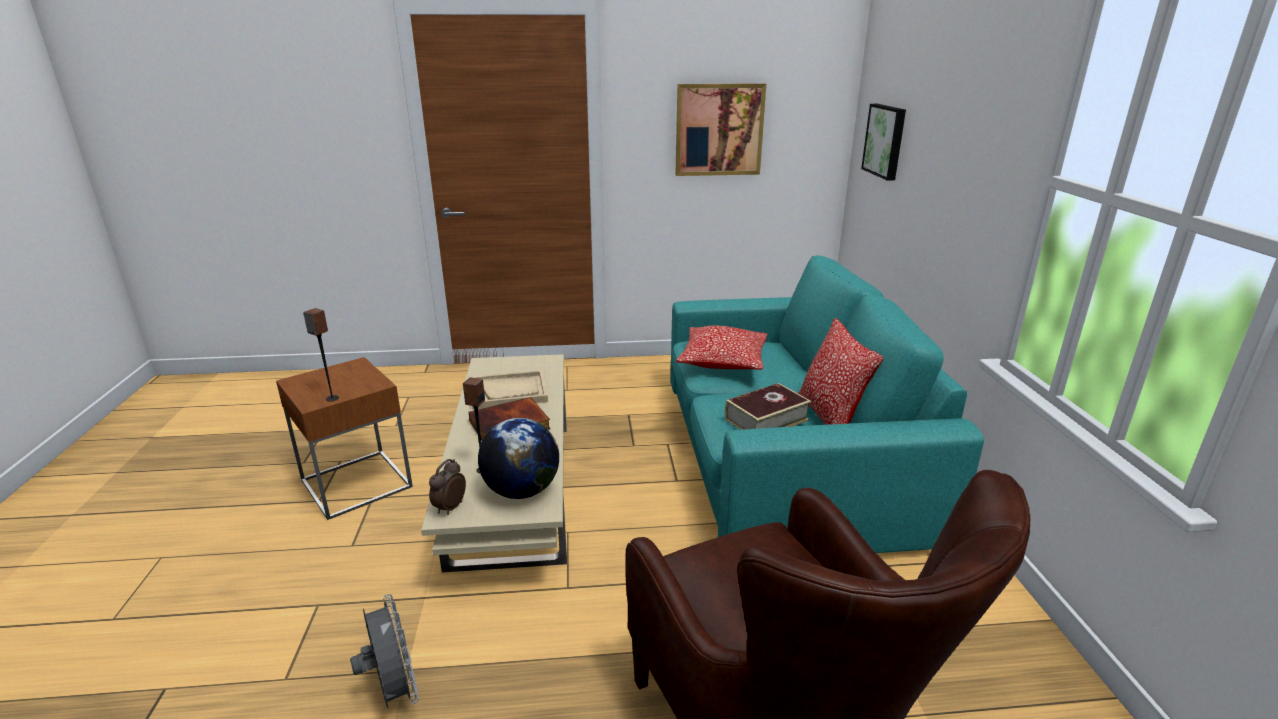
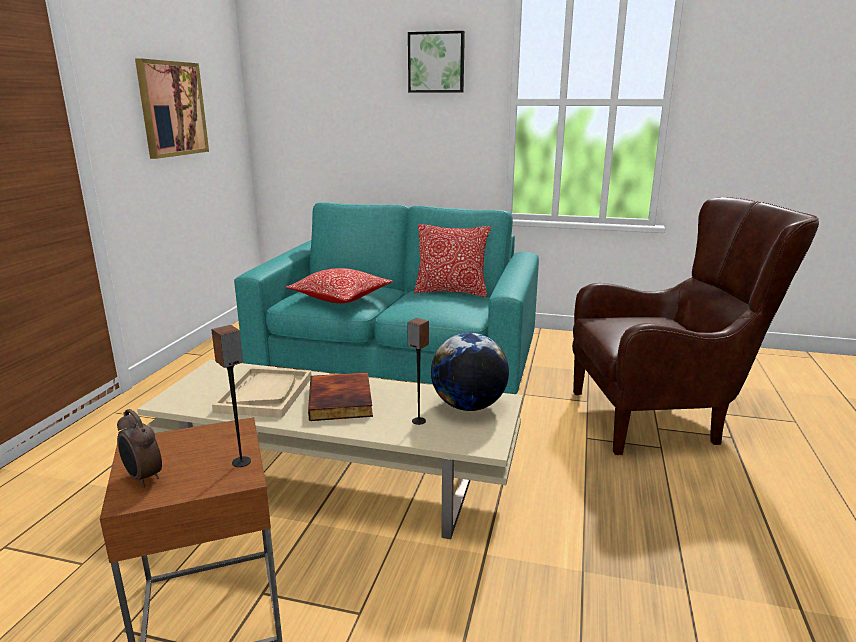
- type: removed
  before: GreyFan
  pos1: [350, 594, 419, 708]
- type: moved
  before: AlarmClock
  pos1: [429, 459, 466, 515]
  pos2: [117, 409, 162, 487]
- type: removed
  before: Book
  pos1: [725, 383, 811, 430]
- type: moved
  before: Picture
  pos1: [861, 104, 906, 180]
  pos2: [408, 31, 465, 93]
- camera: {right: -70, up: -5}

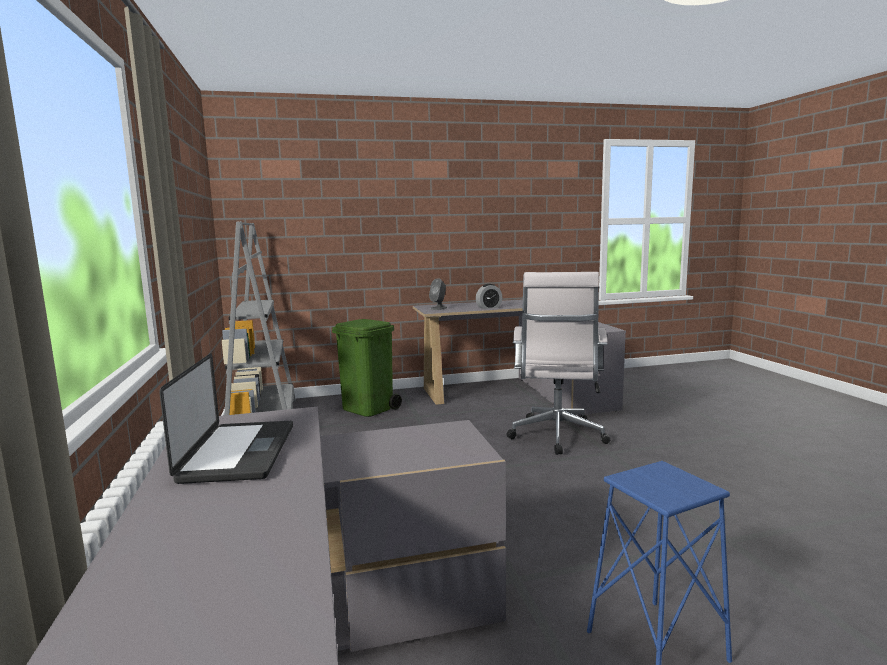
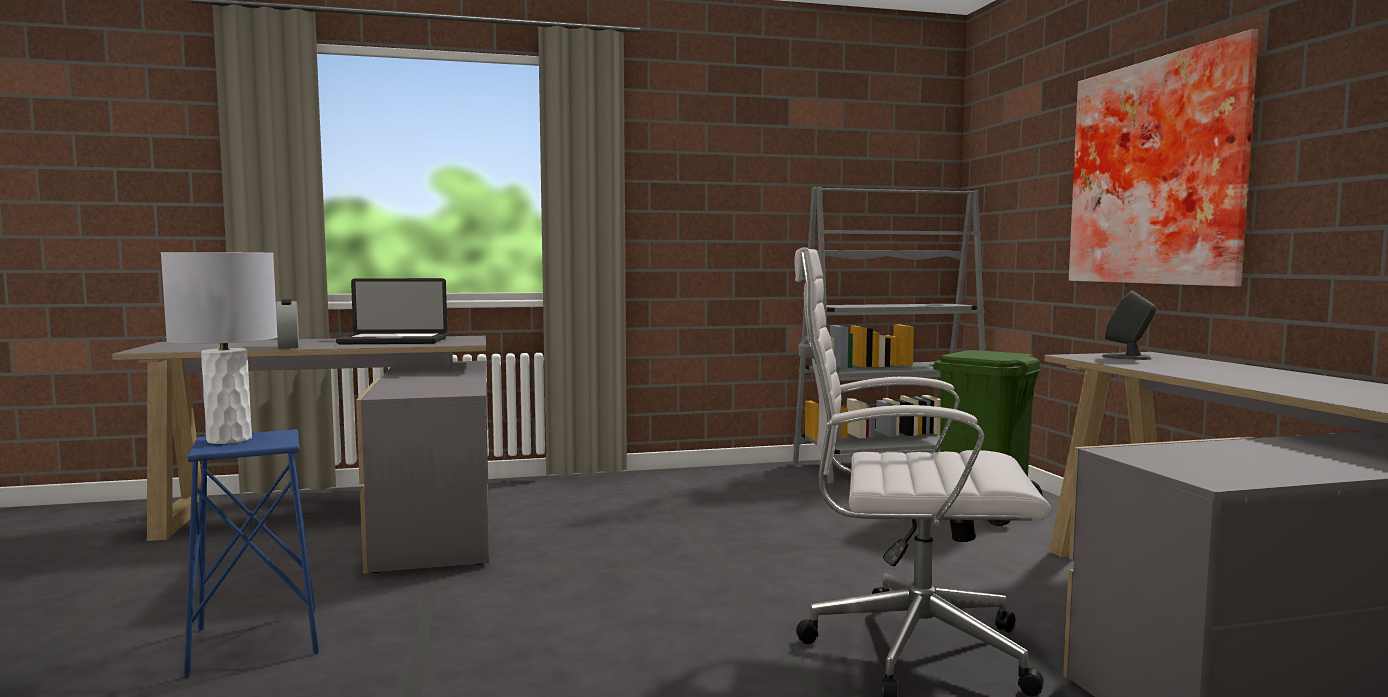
- type: moved
  before: AlarmClock
  pos1: [476, 284, 502, 309]
  pos2: [276, 299, 299, 349]
- type: added
  after: GreyTableLamp
  pos2: [161, 252, 278, 444]
- type: added
  after: Picture
  pos2: [1069, 29, 1259, 287]
- camera: {right: 90, up: -5}

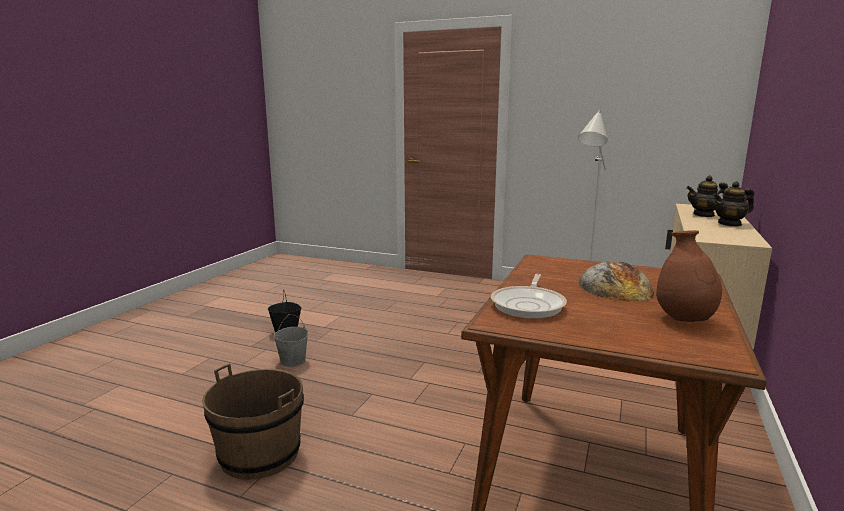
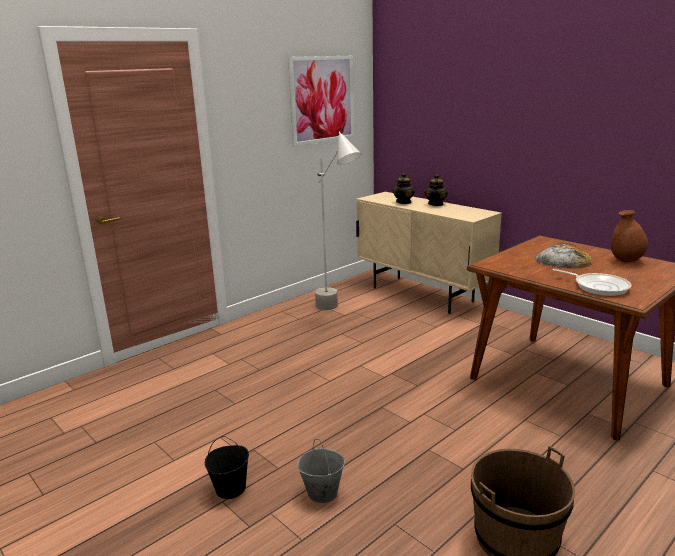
- type: added
  after: Picture
  pos2: [288, 56, 354, 146]
- camera: {right: -65, up: 5}

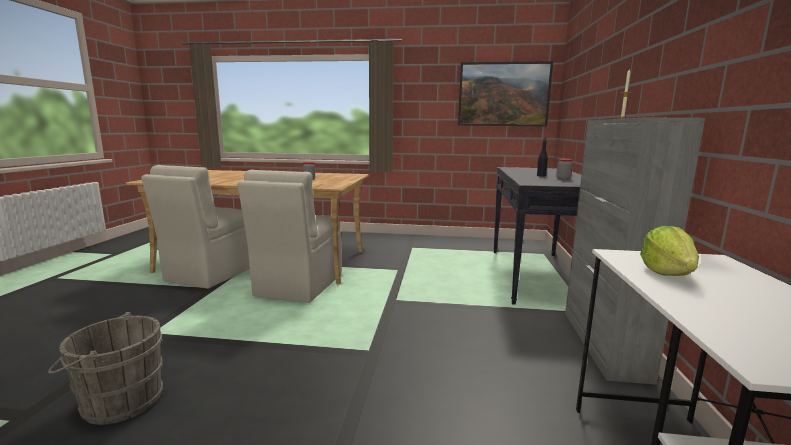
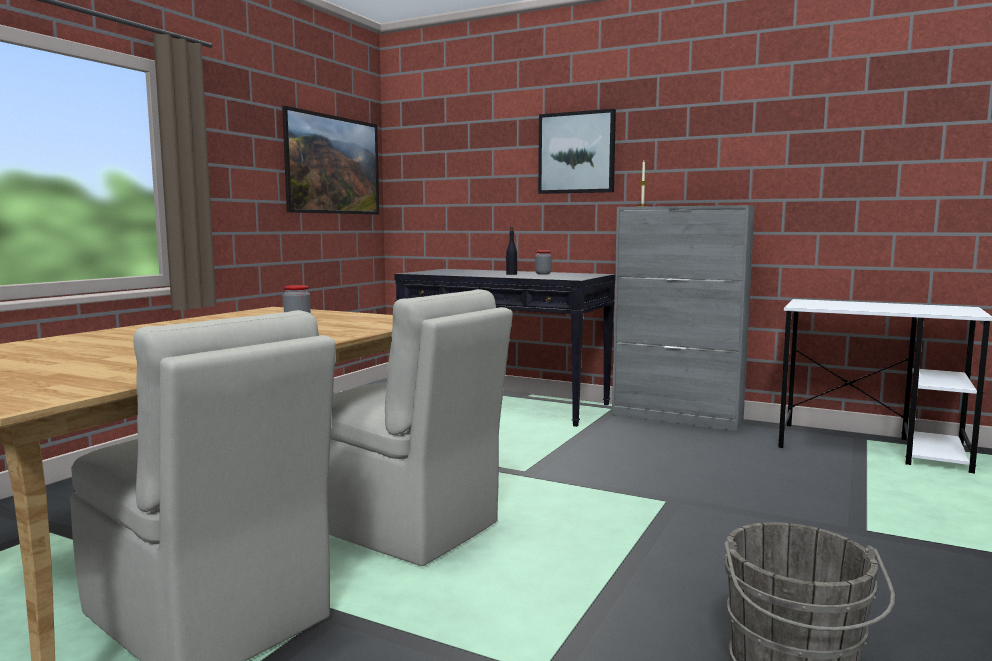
- type: removed
  before: Lettuce
  pos1: [640, 225, 699, 276]
- type: added
  after: Picture
  pos2: [538, 109, 616, 194]
- camera: {right: -70, up: -5}

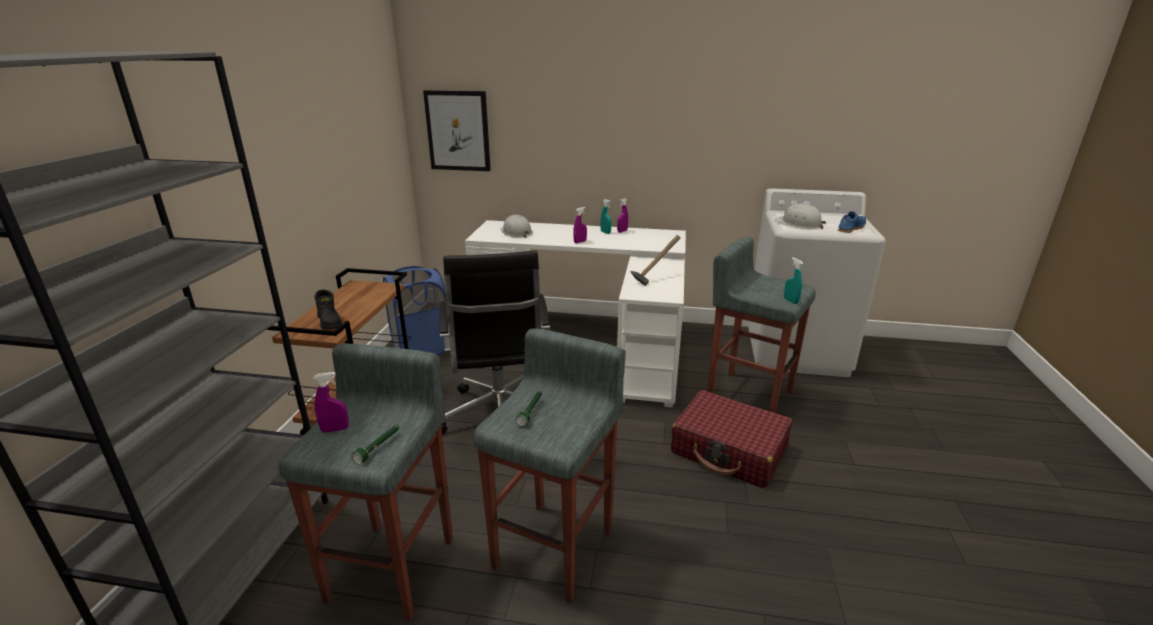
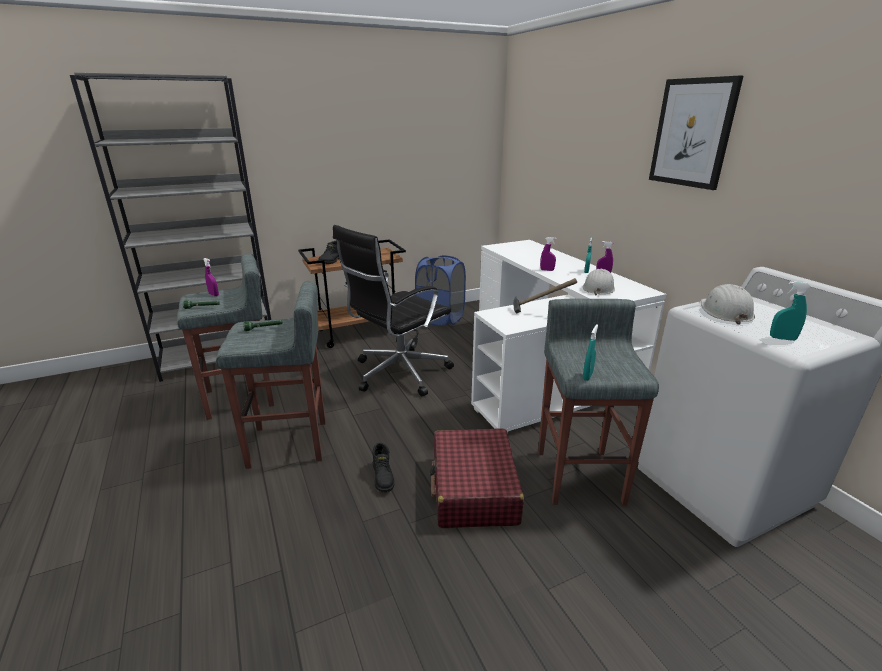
- type: moved
  before: Picture
  pos1: [423, 90, 491, 171]
  pos2: [649, 76, 743, 190]
- type: moved
  before: WhiteHardHat
  pos1: [500, 215, 533, 238]
  pos2: [583, 269, 615, 295]
- type: replaced
  before: BlueShoe
  after: TurquoiseSprayBottle
  pos1: [838, 211, 866, 233]
  pos2: [770, 281, 811, 341]
- type: added
  after: BlackBoot
  pos2: [373, 443, 395, 492]
- camera: {right: 55, up: 0}

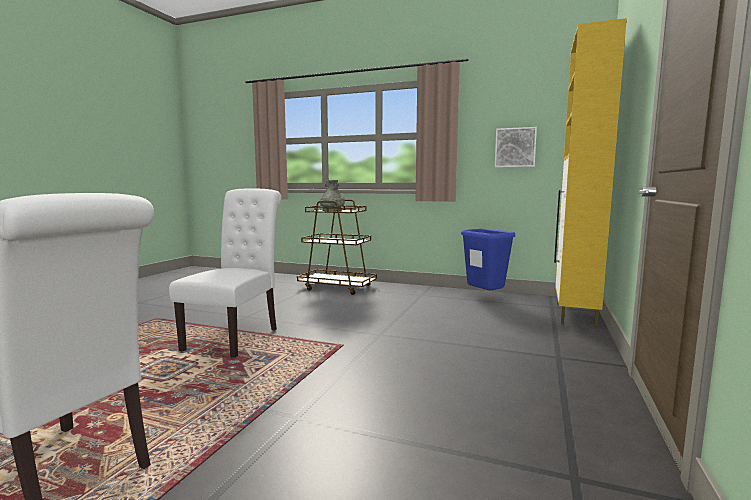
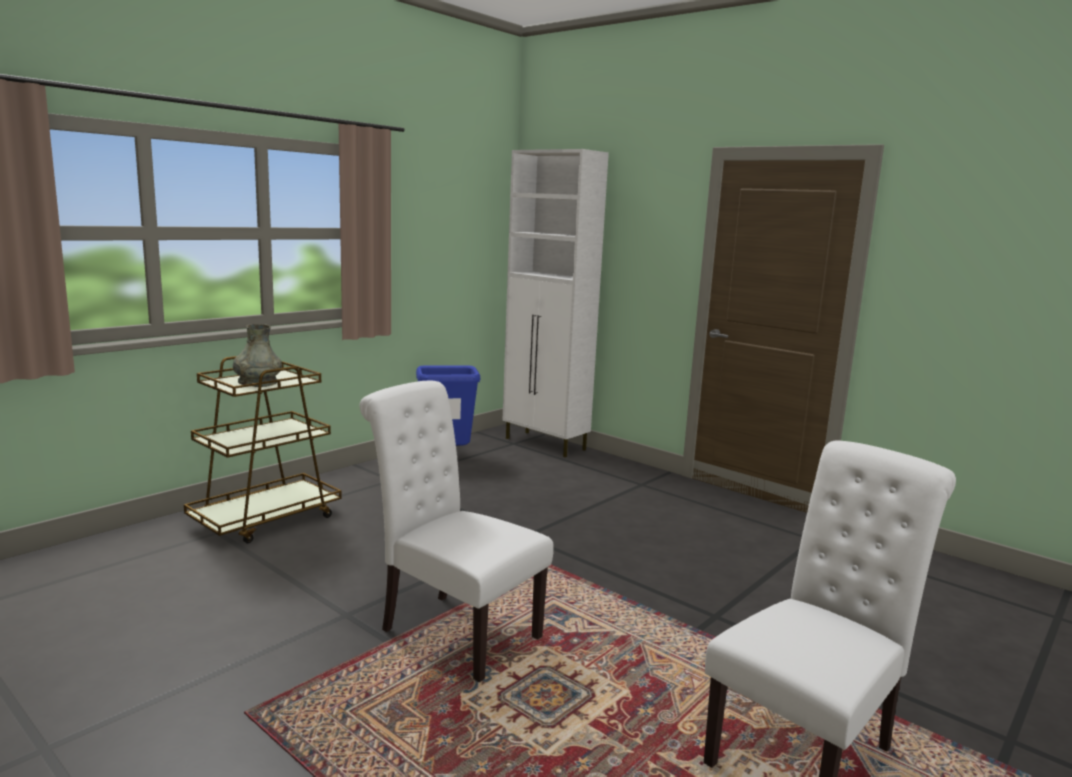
- type: removed
  before: Picture
  pos1: [495, 127, 537, 167]
- type: recoloured
  before: YellowCabinet
  after: WhiteCabinet
  pos1: [554, 18, 627, 328]
  pos2: [502, 149, 609, 457]
- camera: {right: -70, up: 5}

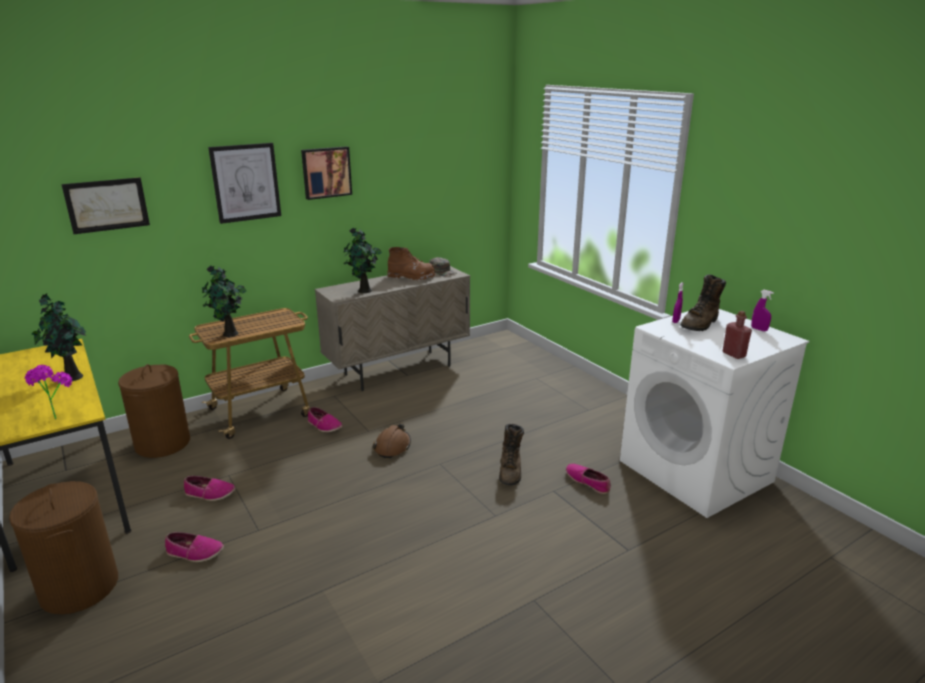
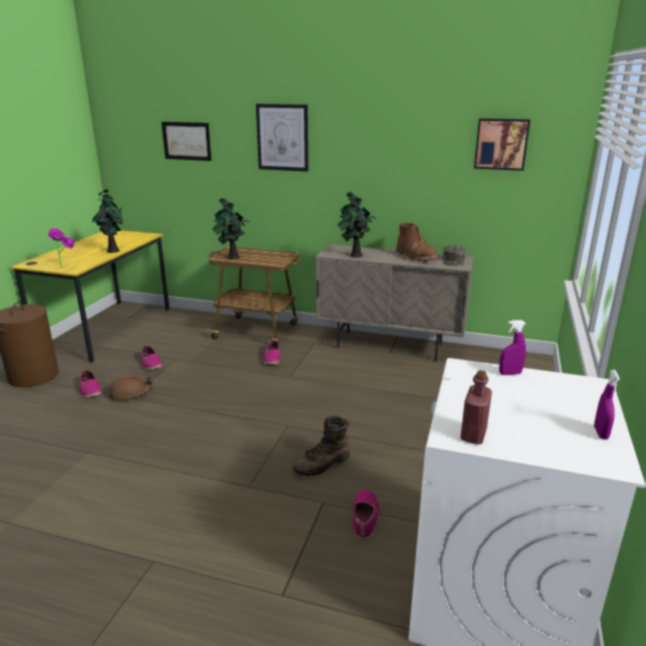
- type: removed
  before: BrownLaundryBasket
  pos1: [118, 364, 190, 458]
- type: moved
  before: Picture
  pos1: [301, 146, 352, 200]
  pos2: [474, 118, 530, 171]
- type: moved
  before: BrownHardHat
  pos1: [373, 423, 411, 458]
  pos2: [108, 374, 153, 401]
- type: removed
  before: BrownBoot
  pos1: [680, 275, 726, 331]
- camera: {right: 50, up: 0}

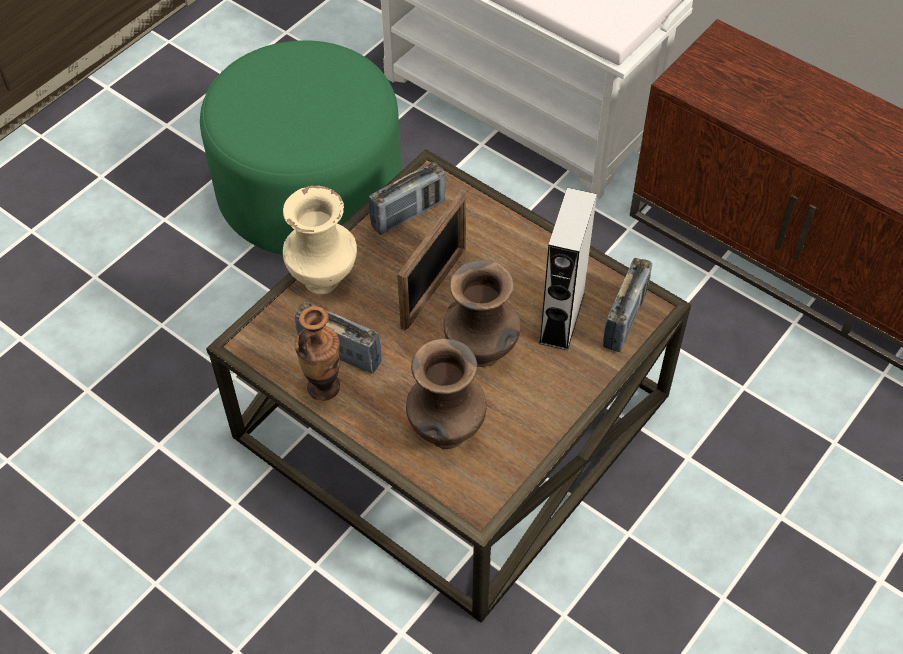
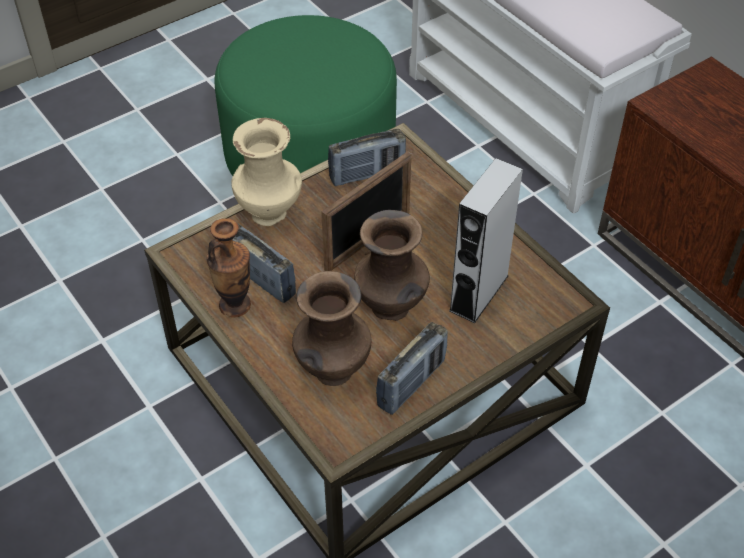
- type: moved
  before: Radio
  pos1: [603, 258, 652, 352]
  pos2: [376, 322, 448, 415]
- camera: {right: 15, up: -5}

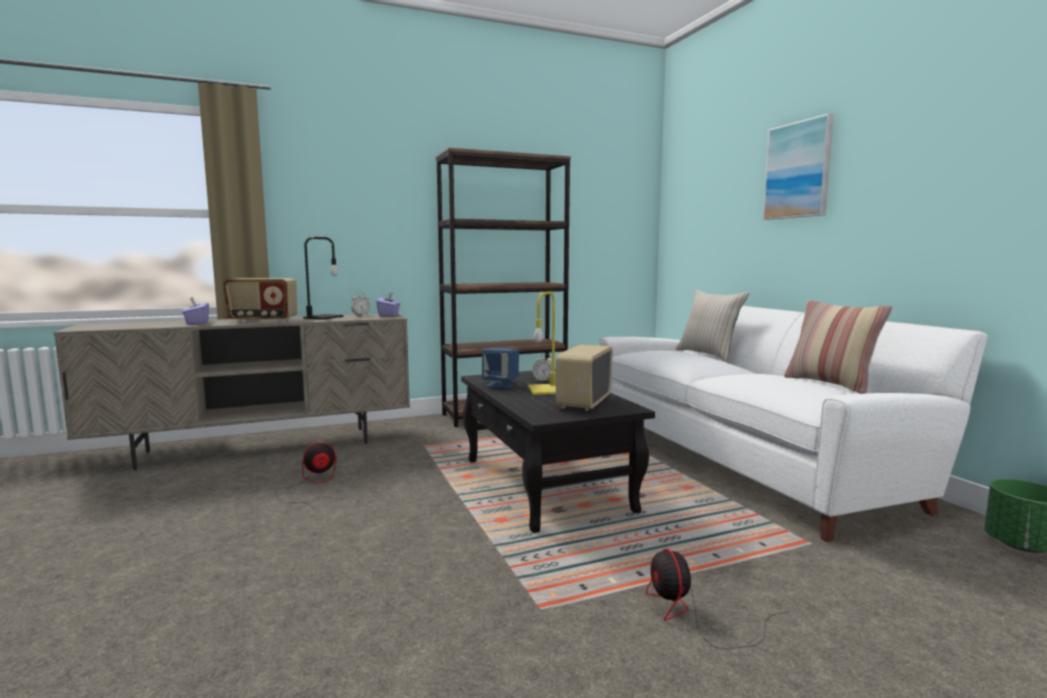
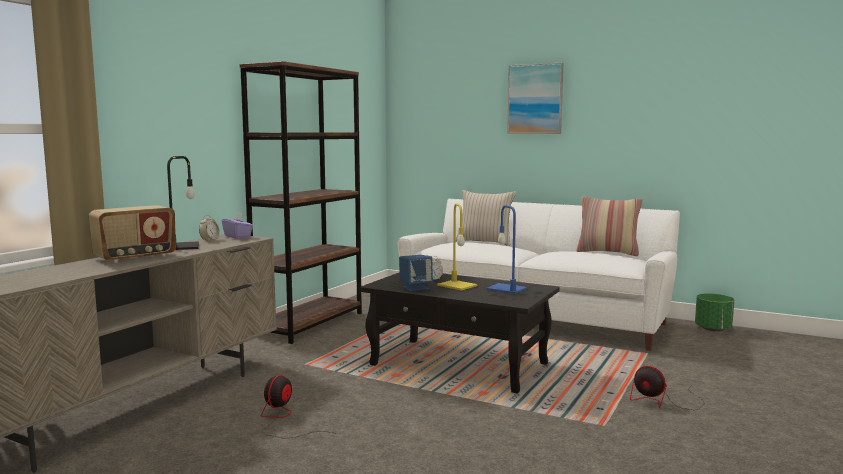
- type: removed
  before: PurpleTissueBox
  pos1: [182, 297, 209, 324]
- type: replaced
  before: Radio
  after: BlueTableLamp
  pos1: [556, 344, 613, 411]
  pos2: [486, 205, 527, 294]
- camera: {right: -40, up: 0}

